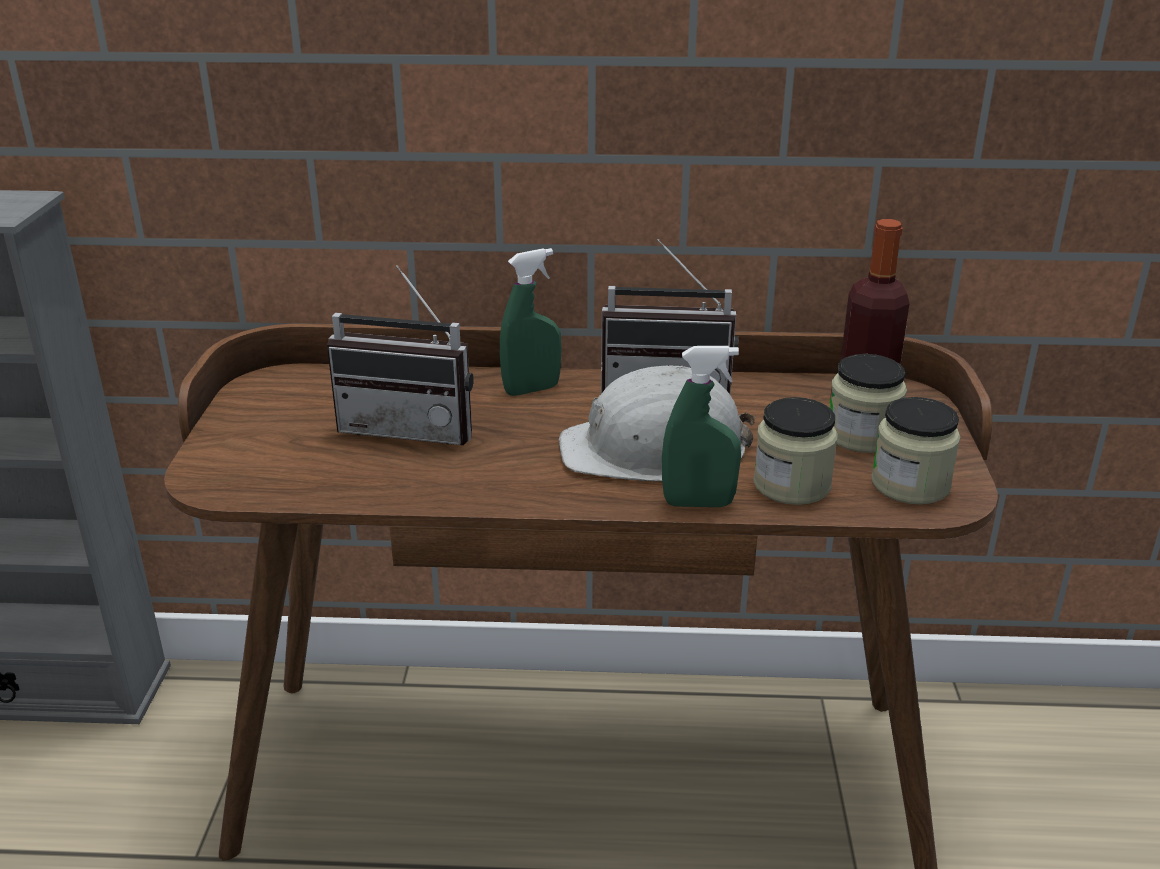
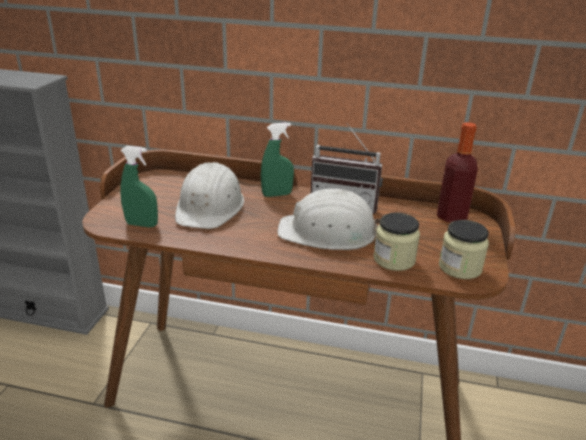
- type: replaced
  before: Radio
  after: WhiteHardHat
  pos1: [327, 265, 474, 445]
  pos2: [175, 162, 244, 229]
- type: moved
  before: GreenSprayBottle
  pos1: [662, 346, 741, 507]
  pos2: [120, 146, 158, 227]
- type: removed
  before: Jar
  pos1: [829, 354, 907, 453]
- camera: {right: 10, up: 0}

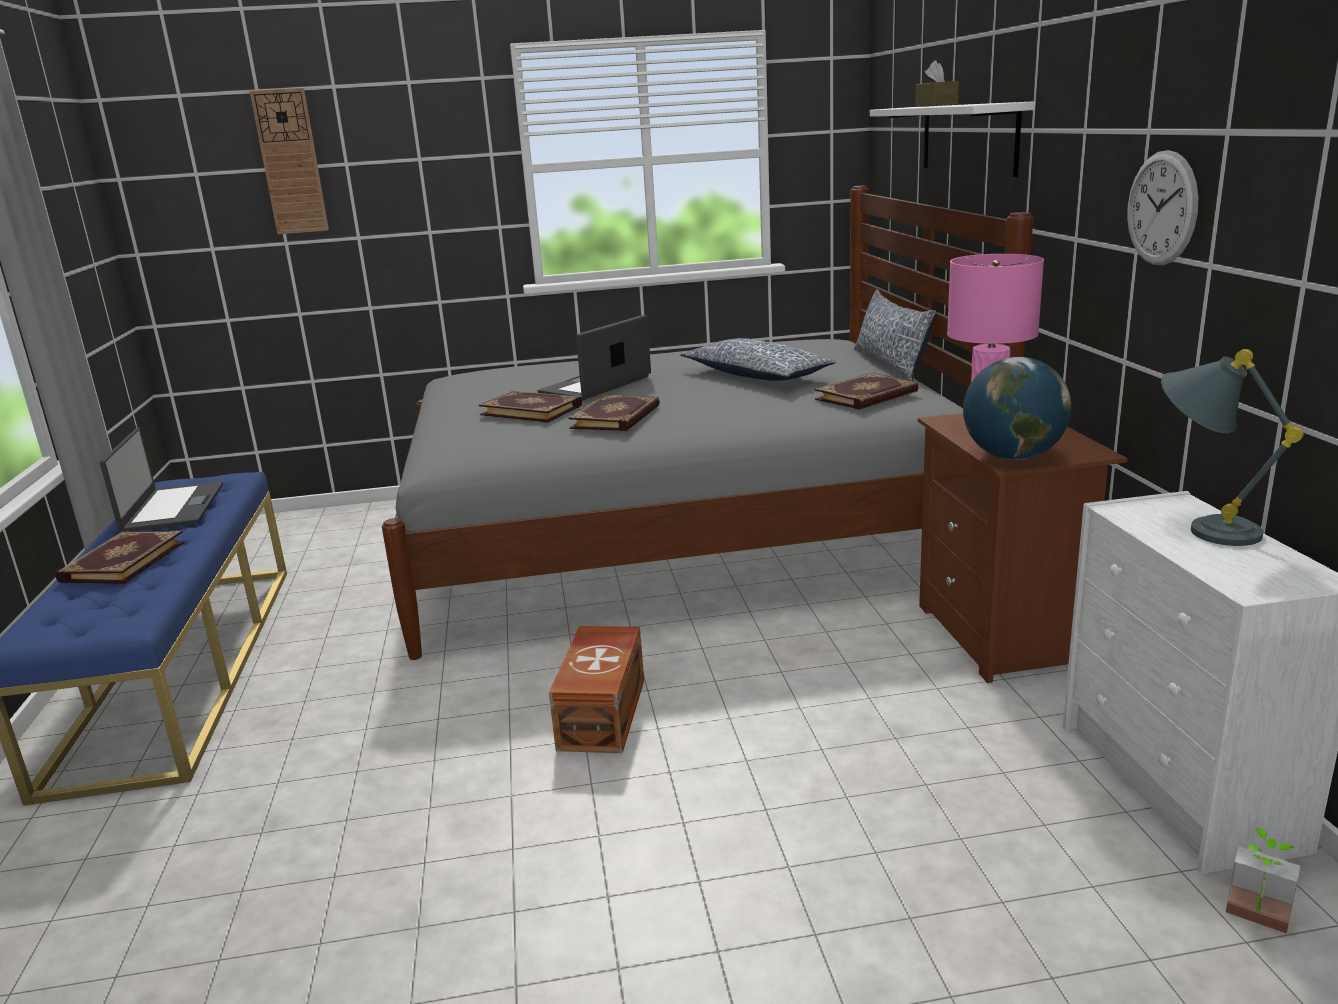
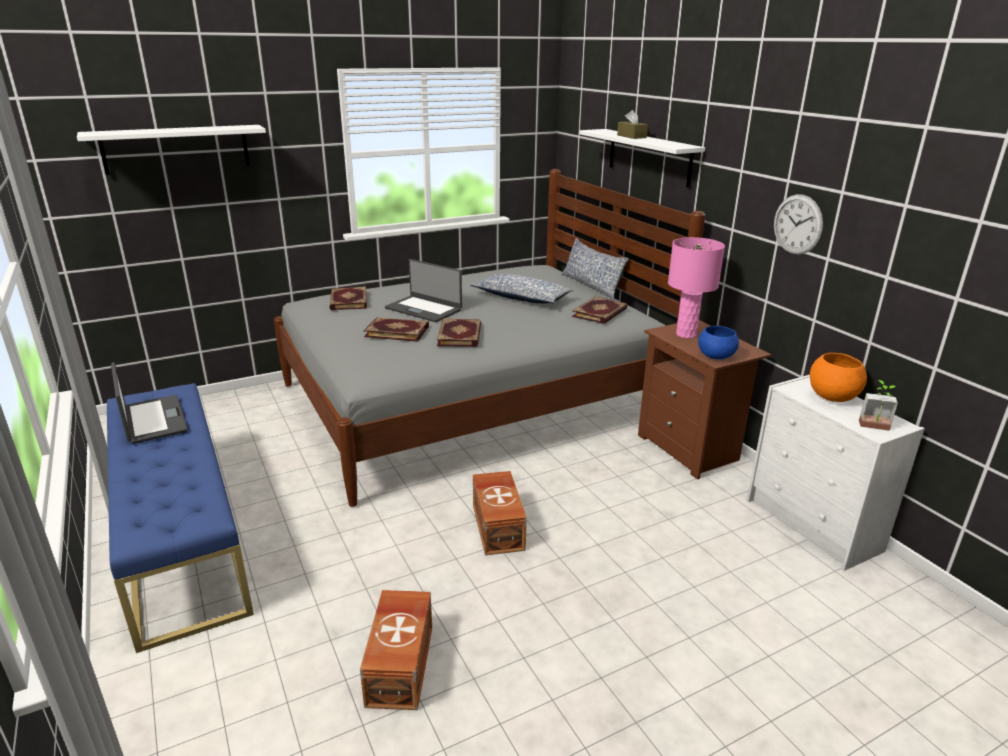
- type: moved
  before: Book
  pos1: [56, 531, 185, 584]
  pos2: [329, 286, 367, 310]
- type: replaced
  before: WallClock
  after: WhiteShelf
  pos1: [250, 88, 329, 234]
  pos2: [77, 125, 266, 175]
- type: turned
  before: Laptop
  pos1: [538, 315, 651, 401]
  pos2: [385, 259, 462, 322]
  turn: -75
- type: replaced
  before: Globe
  after: BlueBowl
  pos1: [963, 357, 1071, 460]
  pos2: [698, 326, 739, 360]
- type: replaced
  before: GreyTableLamp
  after: OrangeBowl
  pos1: [1161, 349, 1304, 546]
  pos2: [810, 353, 867, 402]
- type: moved
  before: PottedPlant
  pos1: [1226, 827, 1300, 934]
  pos2: [859, 380, 898, 431]
- type: added
  after: BrownStorageBox
  pos2: [360, 590, 432, 710]
- camera: {right: -20, up: 5}

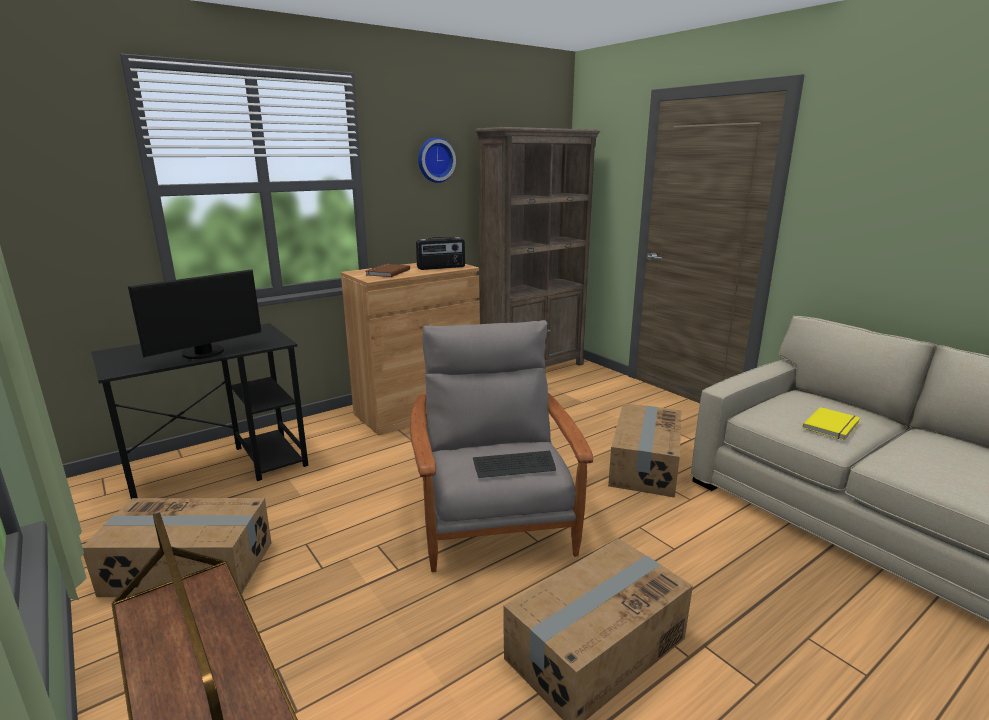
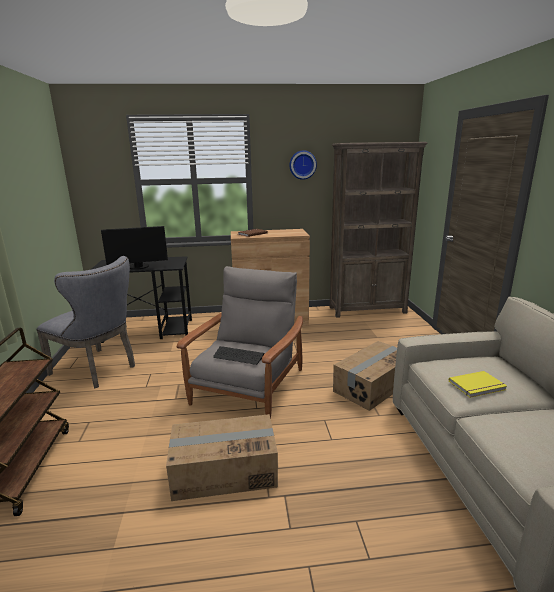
- type: replaced
  before: CardboardBox
  after: GreyChair
  pos1: [82, 498, 272, 597]
  pos2: [37, 256, 135, 388]
- type: removed
  before: Radio
  pos1: [416, 237, 465, 270]
- camera: {right: 30, up: 0}

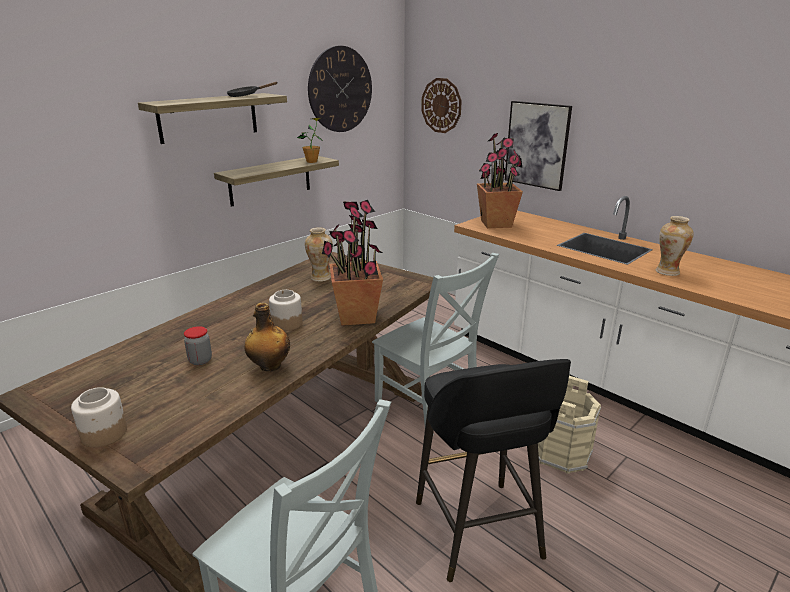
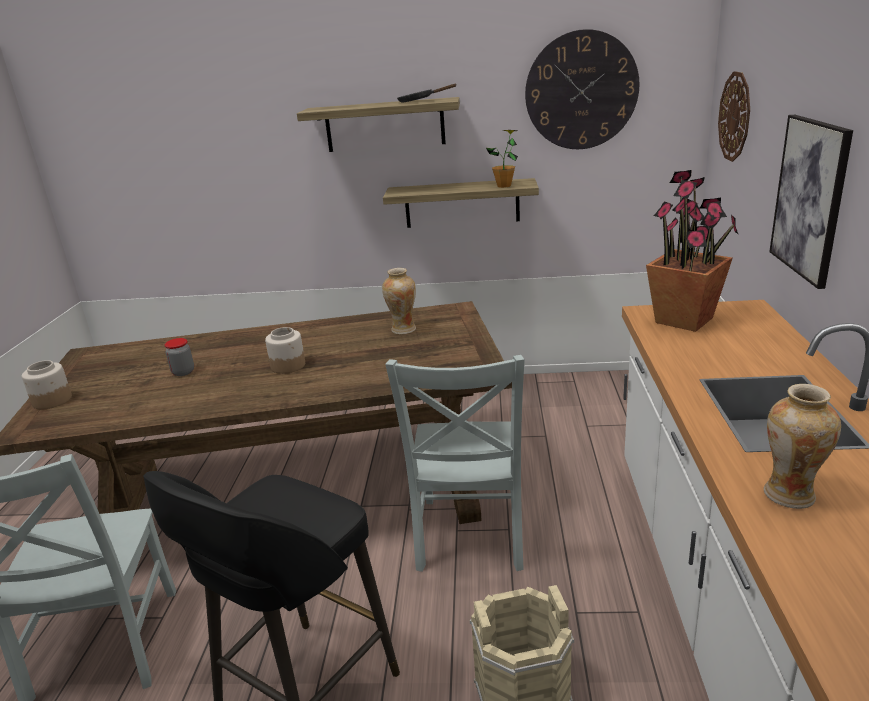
- type: removed
  before: Bottle
  pos1: [244, 303, 290, 372]
- type: removed
  before: PottedPlant
  pos1: [322, 200, 383, 326]
- camera: {right: 50, up: 0}

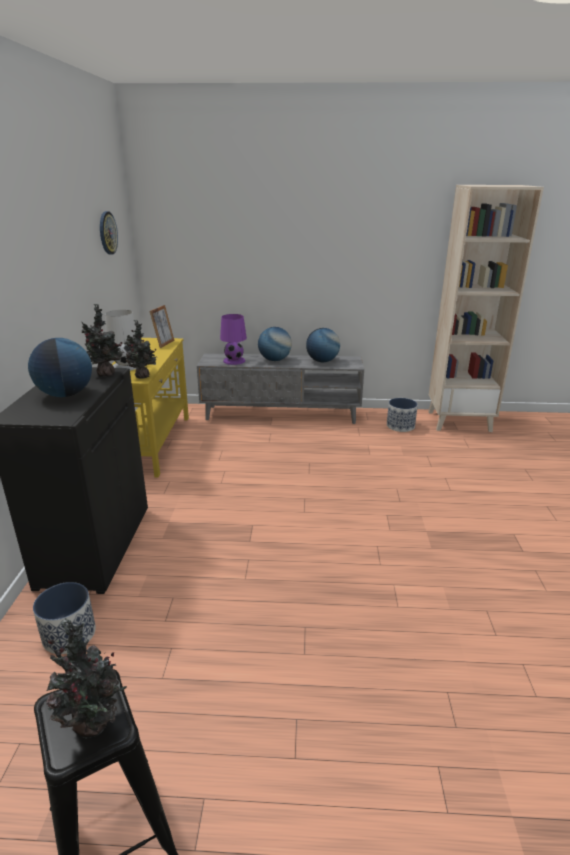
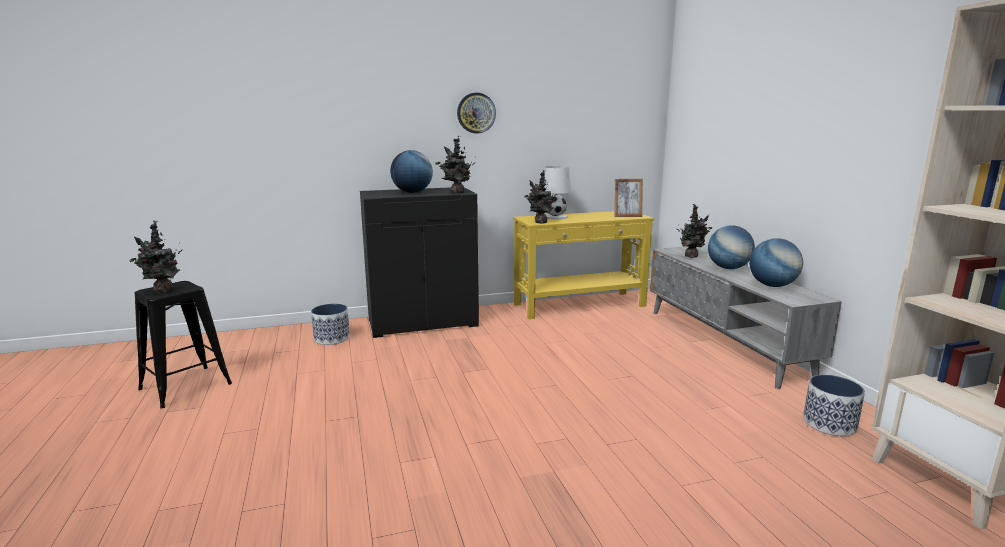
- type: moved
  before: WallClock
  pos1: [100, 211, 118, 255]
  pos2: [457, 93, 496, 134]
- type: replaced
  before: PurpleTableLamp
  after: PottedPlant
  pos1: [220, 314, 247, 365]
  pos2: [676, 204, 712, 258]
- camera: {right: 70, up: -10}

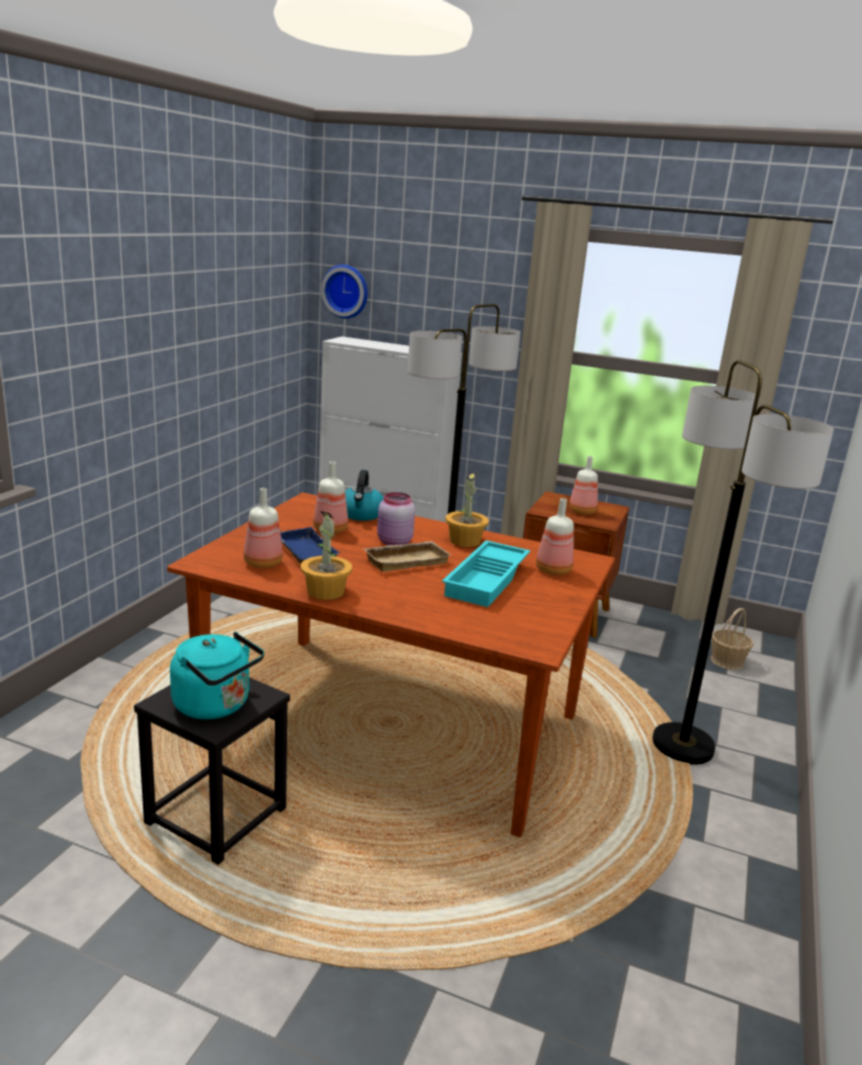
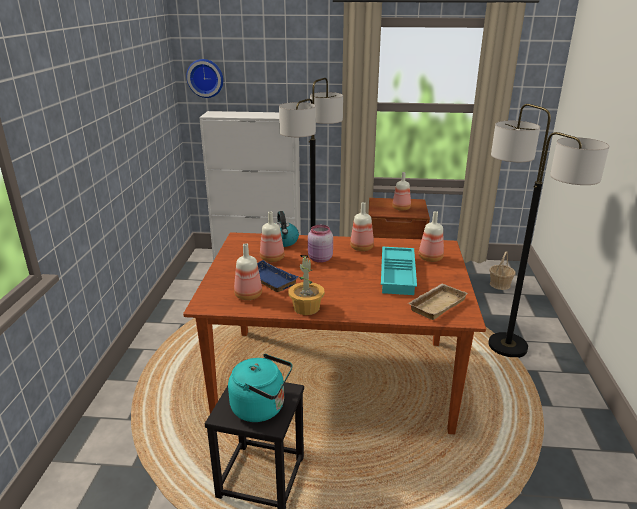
- type: moved
  before: BeigeTray
  pos1: [363, 541, 451, 572]
  pos2: [408, 284, 468, 320]
- type: replaced
  before: PottedPlant
  after: Bottle
  pos1: [445, 471, 489, 547]
  pos2: [350, 202, 374, 251]
- camera: {right: -15, up: 5}

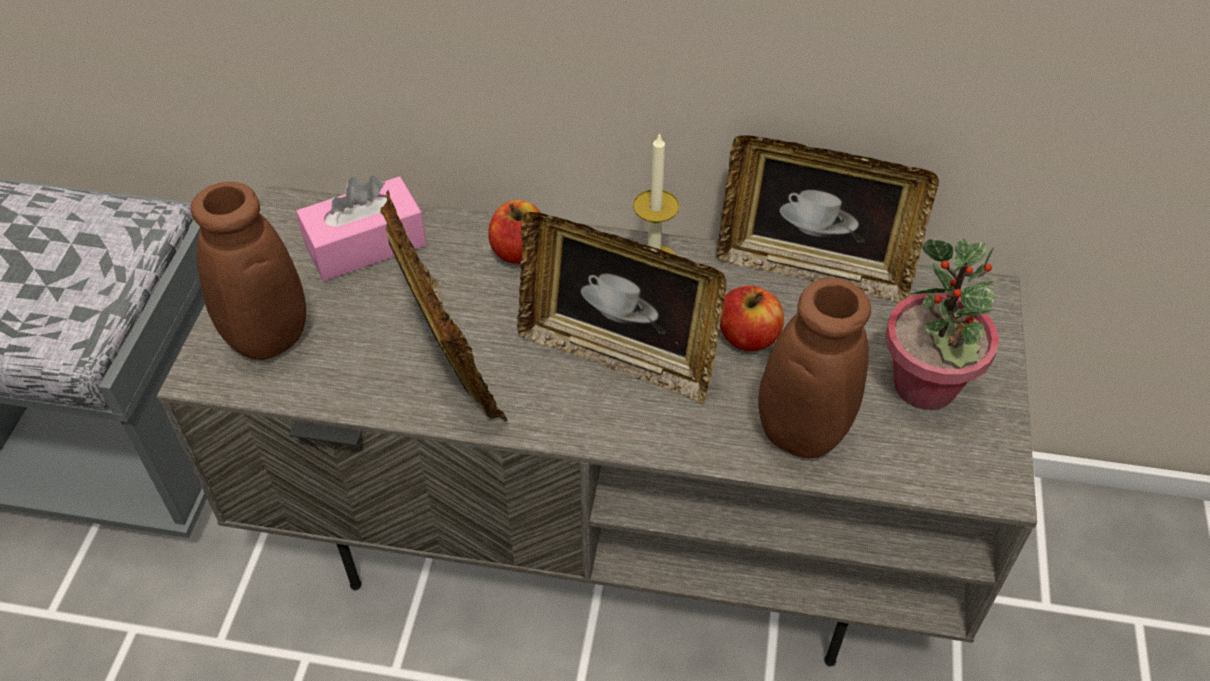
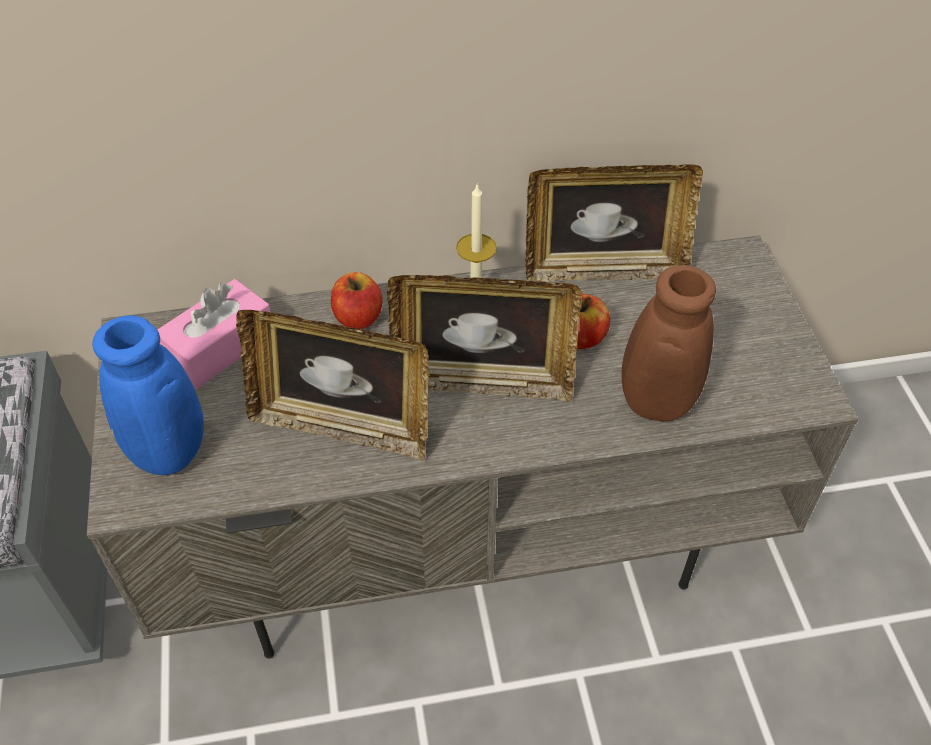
- type: recoloured
  before: BrownVase
  after: BlueVase
  pos1: [191, 182, 306, 360]
  pos2: [92, 315, 204, 475]
- type: turned
  before: PictureFrame
  pos1: [380, 190, 508, 422]
  pos2: [236, 310, 429, 461]
  turn: 150
- type: removed
  before: PottedPlant
  pos1: [885, 239, 999, 410]
- camera: {right: -20, up: 0}

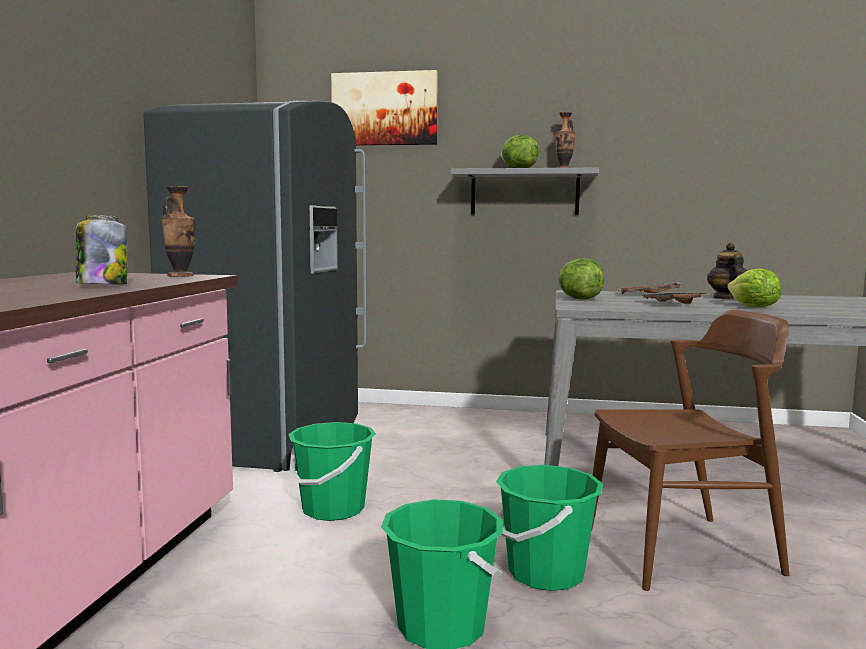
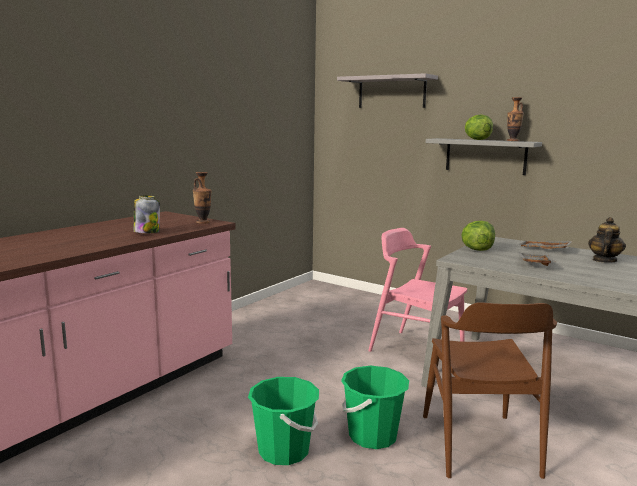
- type: removed
  before: GreyFridge
  pos1: [143, 100, 367, 472]
- type: removed
  before: GreenBucket
  pos1: [288, 422, 376, 521]
- type: replaced
  before: Picture
  after: GreyShelf
  pos1: [331, 70, 438, 146]
  pos2: [337, 73, 438, 108]
- type: turned
  before: BrownChair
  pos1: [591, 310, 789, 591]
  pos2: [423, 302, 557, 479]
  turn: 75
- type: removed
  before: Lettuce
  pos1: [727, 268, 781, 307]
- type: added
  after: PinkChair
  pos2: [368, 228, 467, 352]
- camera: {right: 25, up: 5}

